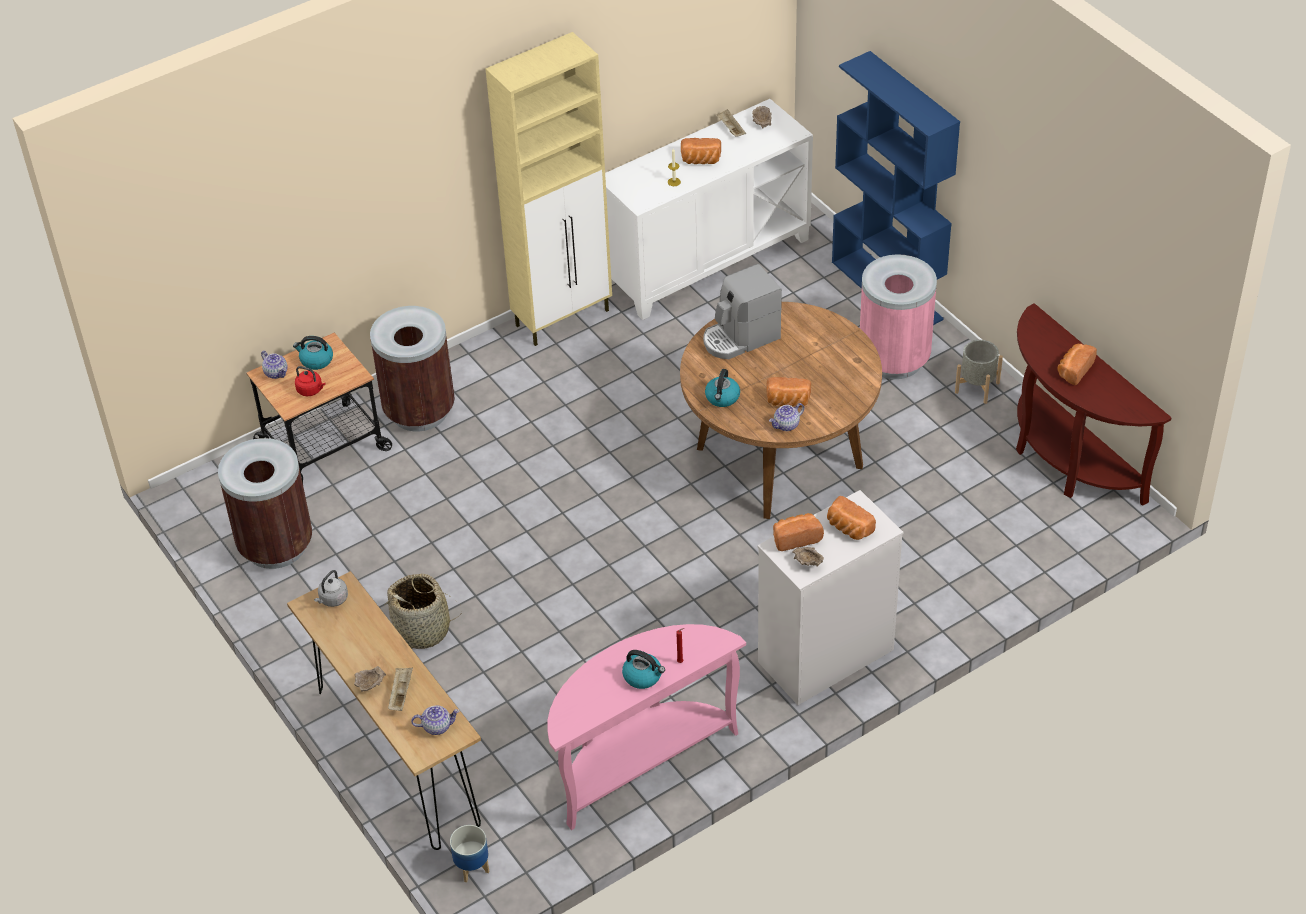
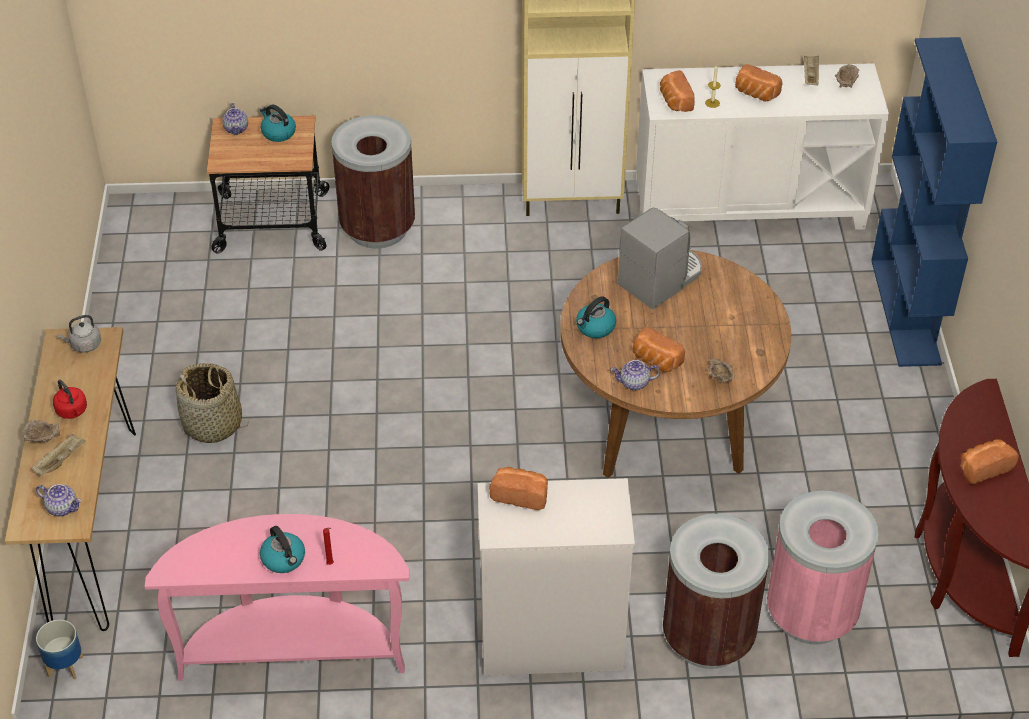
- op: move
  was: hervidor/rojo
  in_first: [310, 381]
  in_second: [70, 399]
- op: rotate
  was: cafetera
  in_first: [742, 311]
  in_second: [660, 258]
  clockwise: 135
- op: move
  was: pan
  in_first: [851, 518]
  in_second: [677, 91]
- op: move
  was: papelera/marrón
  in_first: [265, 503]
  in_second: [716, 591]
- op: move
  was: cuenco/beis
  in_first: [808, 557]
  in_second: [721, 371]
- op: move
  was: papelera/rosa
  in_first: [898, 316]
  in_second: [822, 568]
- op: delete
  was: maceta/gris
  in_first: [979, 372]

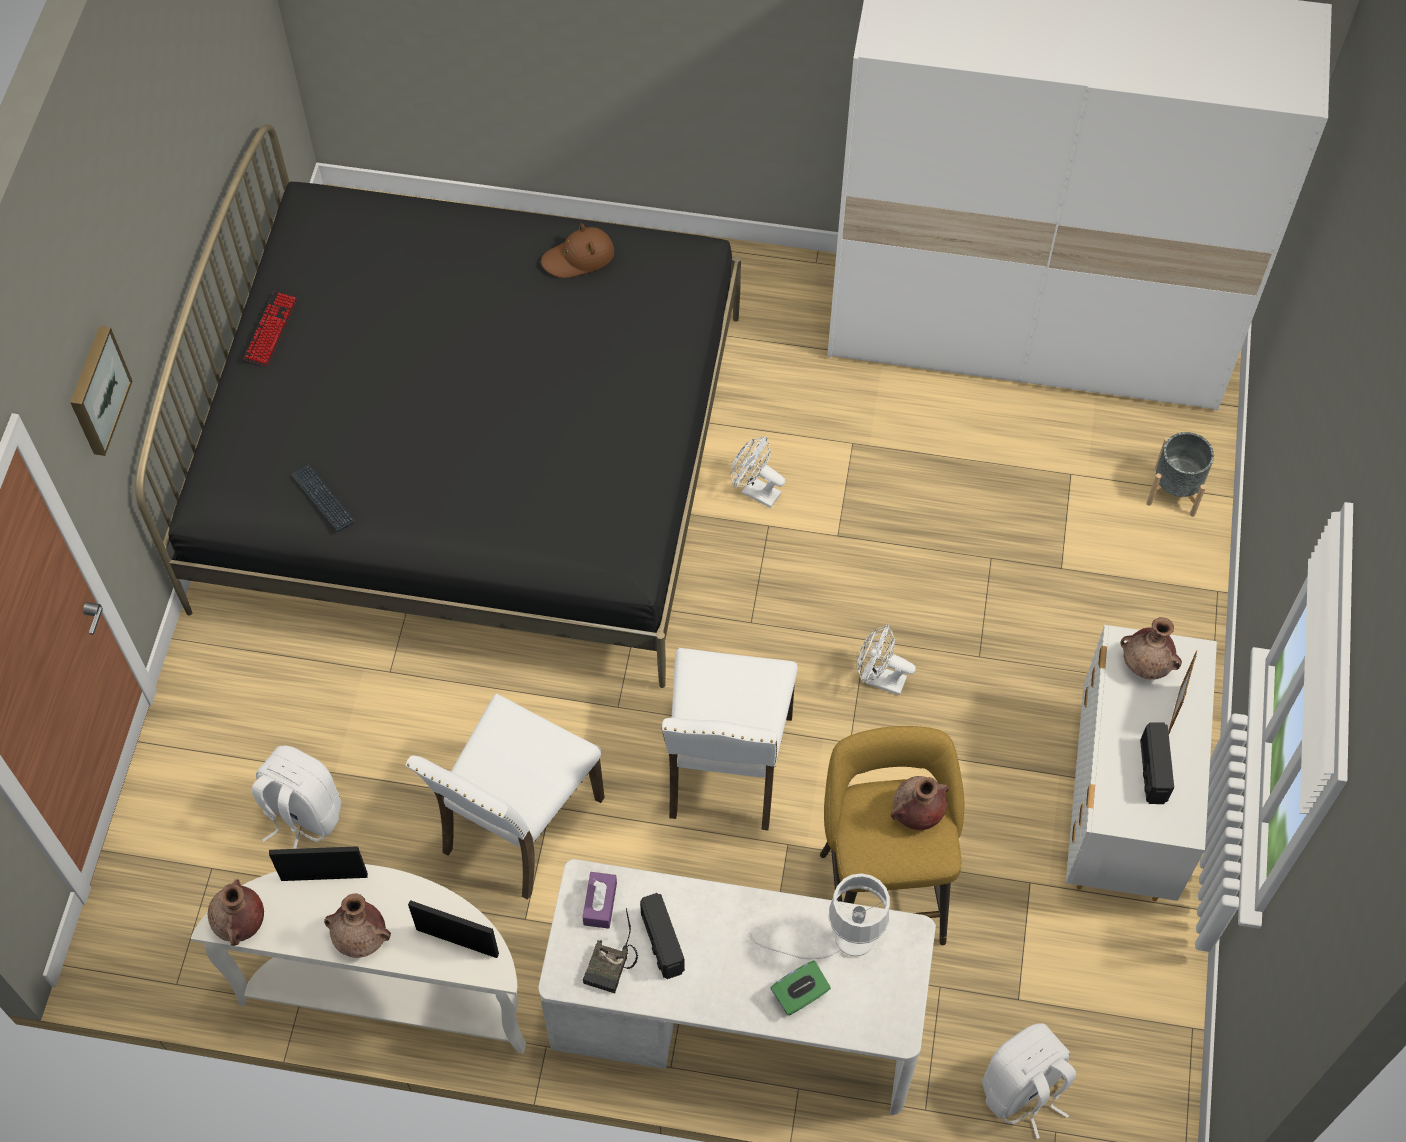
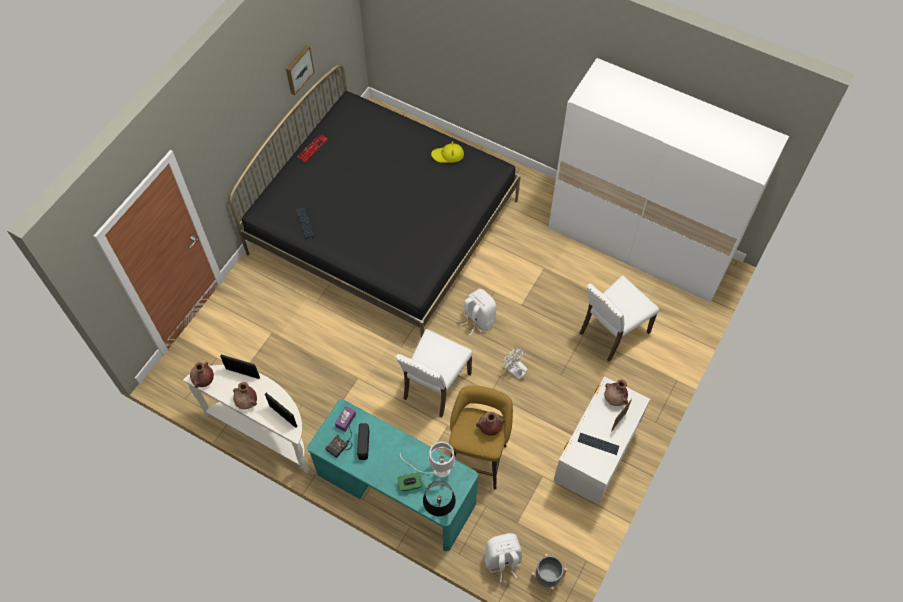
- op: move
  was: cuadro
  in_first: [101, 391]
  in_second: [300, 70]
- op: recolor
  was: escritorio/blanco
  now: escritorio/turquesa
  in_first: [737, 987]
  in_second: [392, 475]
- op: insert
  now: lámpara de mesa/negro
  in_second: [439, 498]
- op: recolor
  was: sombrero/marrón
  now: sombrero/amarillo
  in_first: [577, 250]
  in_second: [447, 152]
- op: move
  was: mochila/blanco
  in_first: [296, 797]
  in_second: [478, 312]
- op: move
  was: maceta/gris
  in_first: [1180, 474]
  in_second: [548, 575]
- op: replace
  was: radio
  now: teclado
  in_first: [1157, 763]
  in_second: [598, 443]
- op: move
  was: silla/blanco
  in_first: [505, 796]
  in_second: [619, 318]
- op: delete
  was: ventilador/blanco
  in_first: [757, 472]

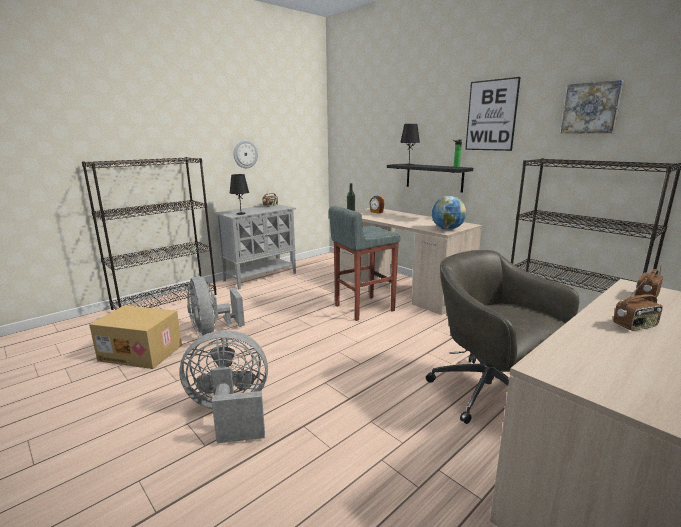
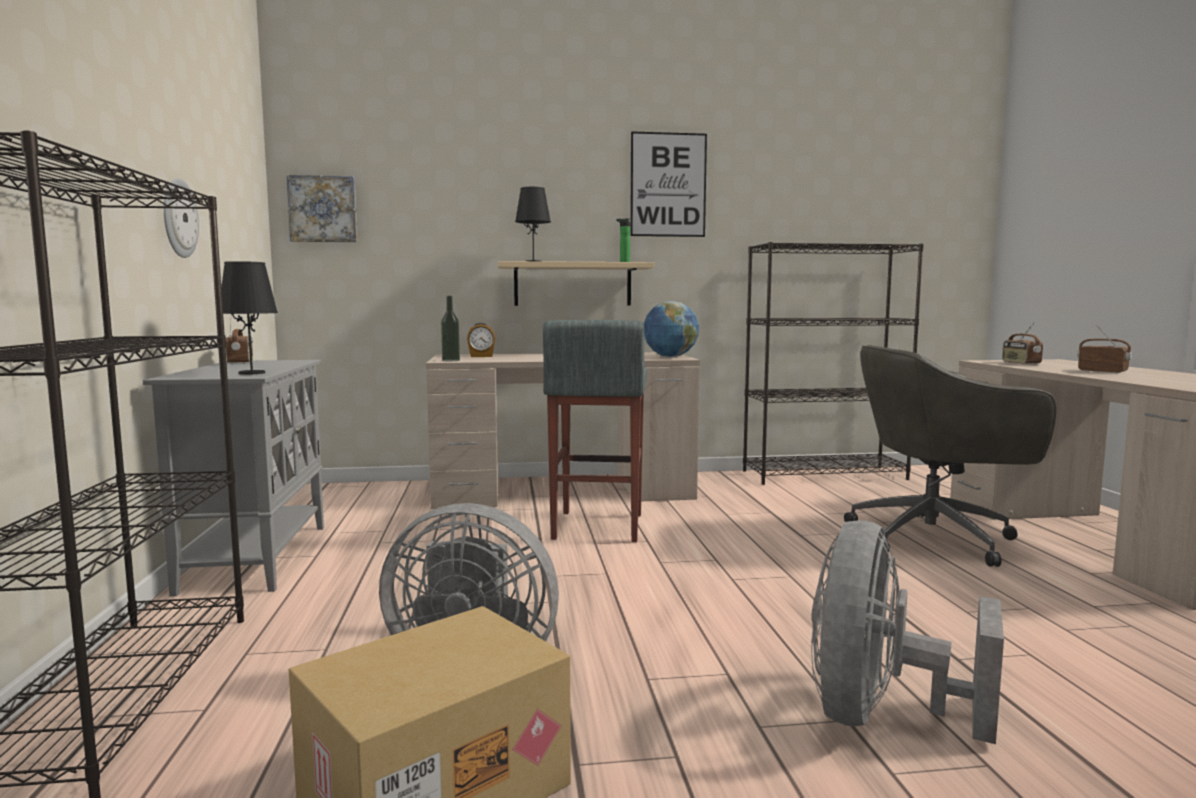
- op: move
  was: cuadro
  in_first: [592, 107]
  in_second: [322, 208]
- op: recolor
  was: estante/negro
  now: estante/beis
  in_first: [430, 178]
  in_second: [576, 283]
- op: rotate
  was: radio
  in_first: [638, 306]
  in_second: [1104, 349]
  clockwise: -60

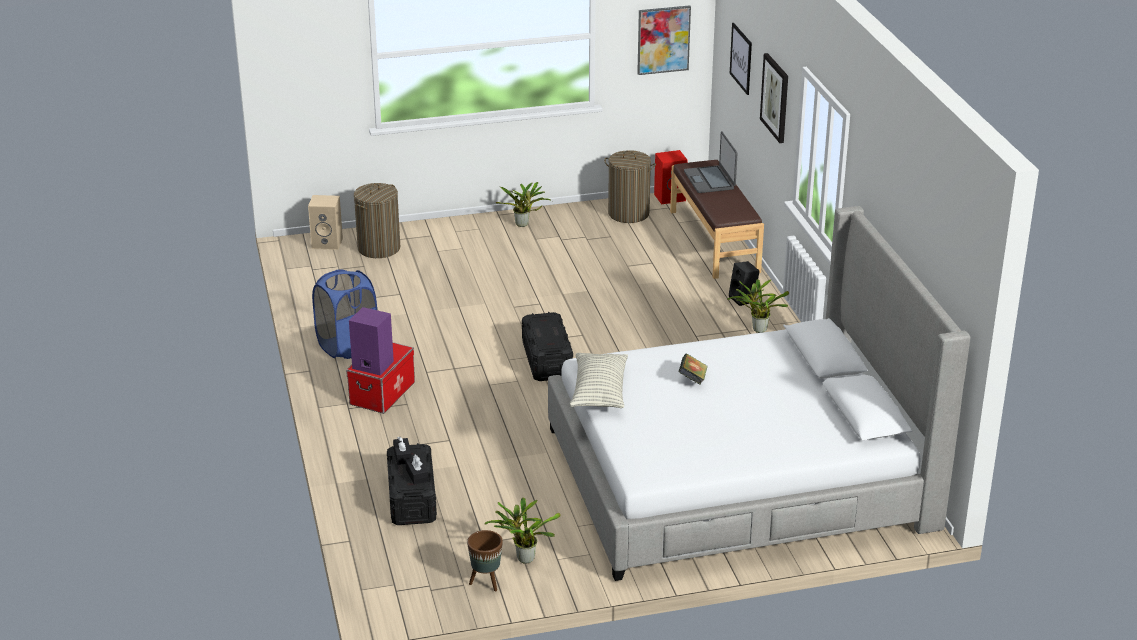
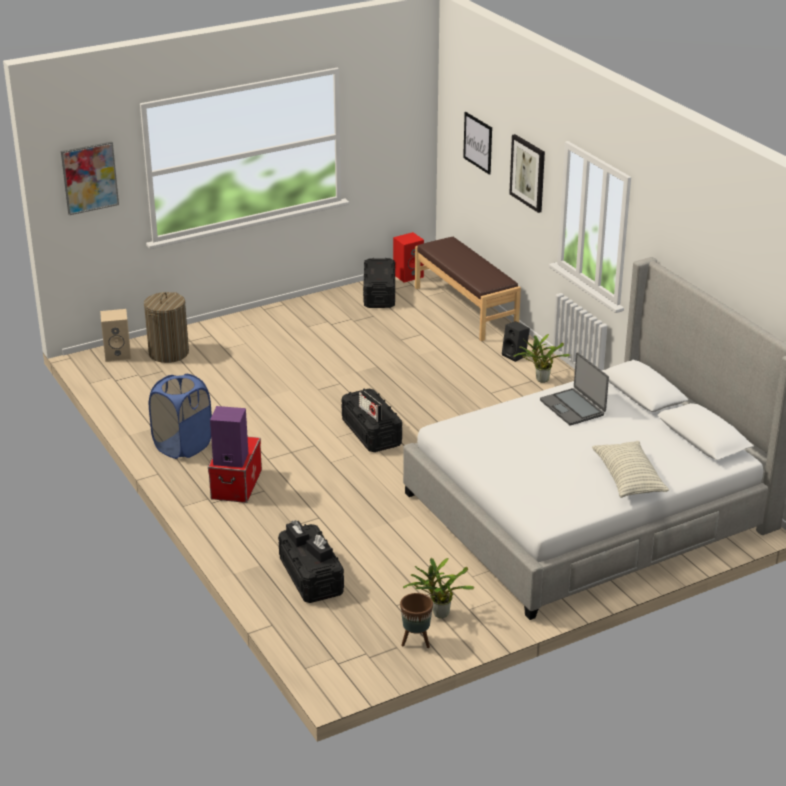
- op: move
  was: cuadro
  in_first: [664, 40]
  in_second: [90, 178]
- op: insert
  now: radio
  in_second: [370, 406]
- op: replace
  was: cesto de la ropa
  now: caja de almacenaje/negro
  in_first: [630, 186]
  in_second: [379, 283]
- op: move
  was: portátil
  in_first: [711, 162]
  in_second: [574, 389]
- op: move
  was: cojín
  in_first: [599, 380]
  in_second: [630, 469]
- op: delete
  was: planta en maceta
  in_first: [524, 204]
- op: delete
  was: libro
  in_first: [693, 369]

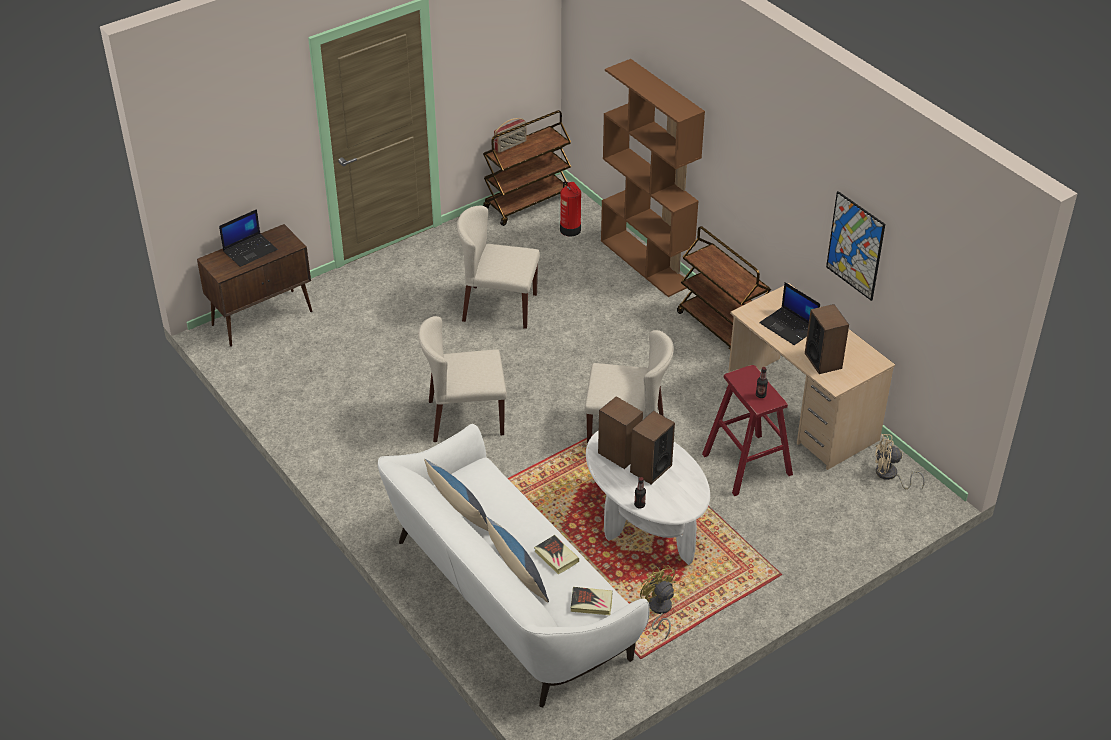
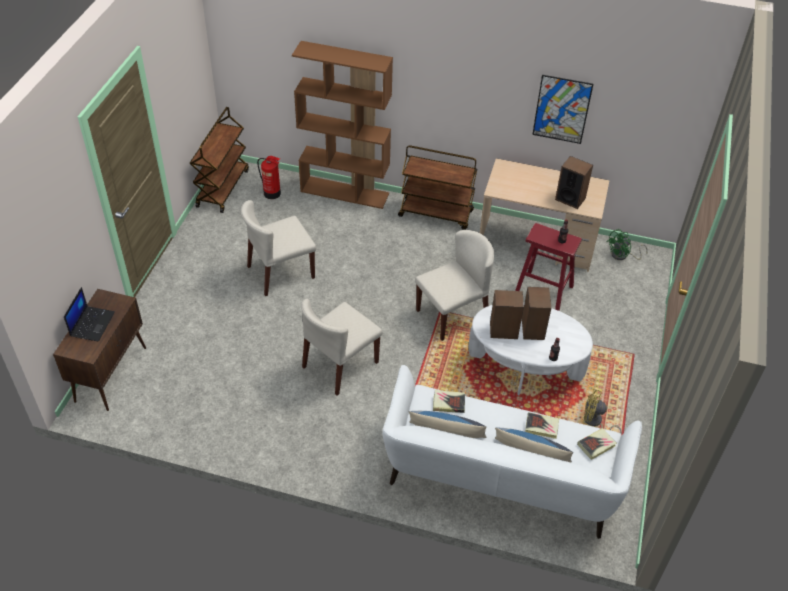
- op: insert
  now: libro
  in_second: [449, 401]
- op: recolor
  was: ventilador/beis
  now: ventilador/verde
  in_first: [900, 461]
  in_second: [627, 244]
- op: delete
  was: radio
  in_first: [510, 135]
- op: delete
  was: portátil
  in_first: [789, 313]

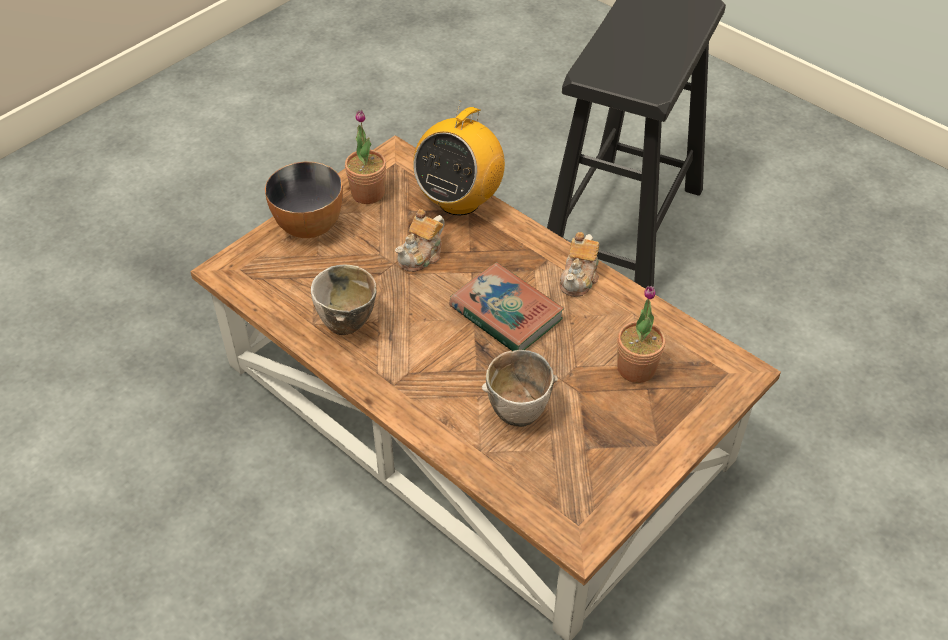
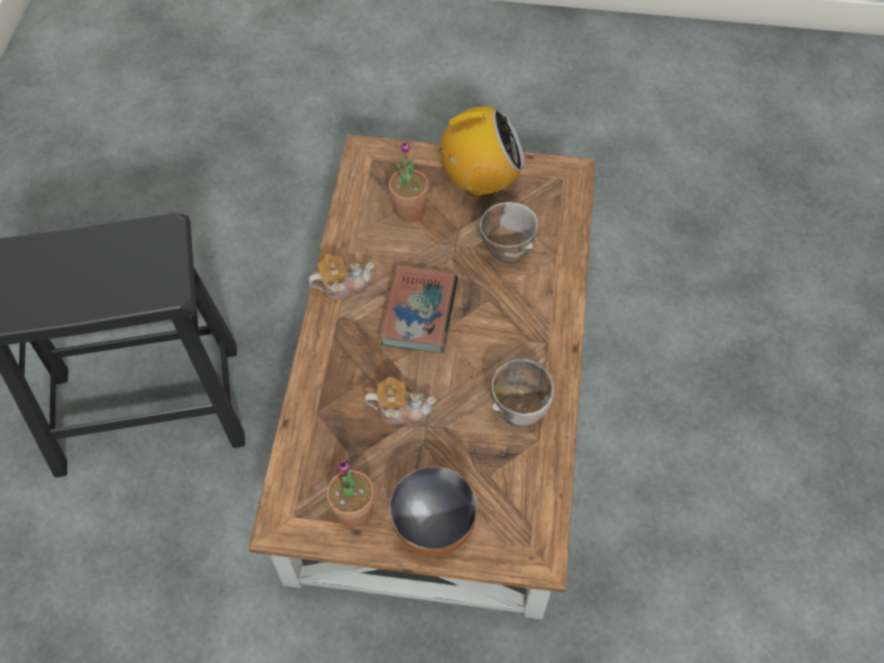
- op: move
  was: radio
  in_first: [459, 158]
  in_second: [482, 152]

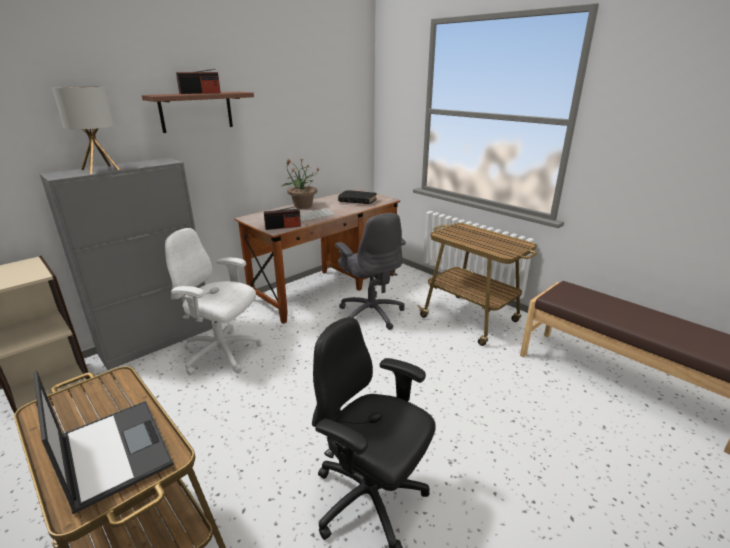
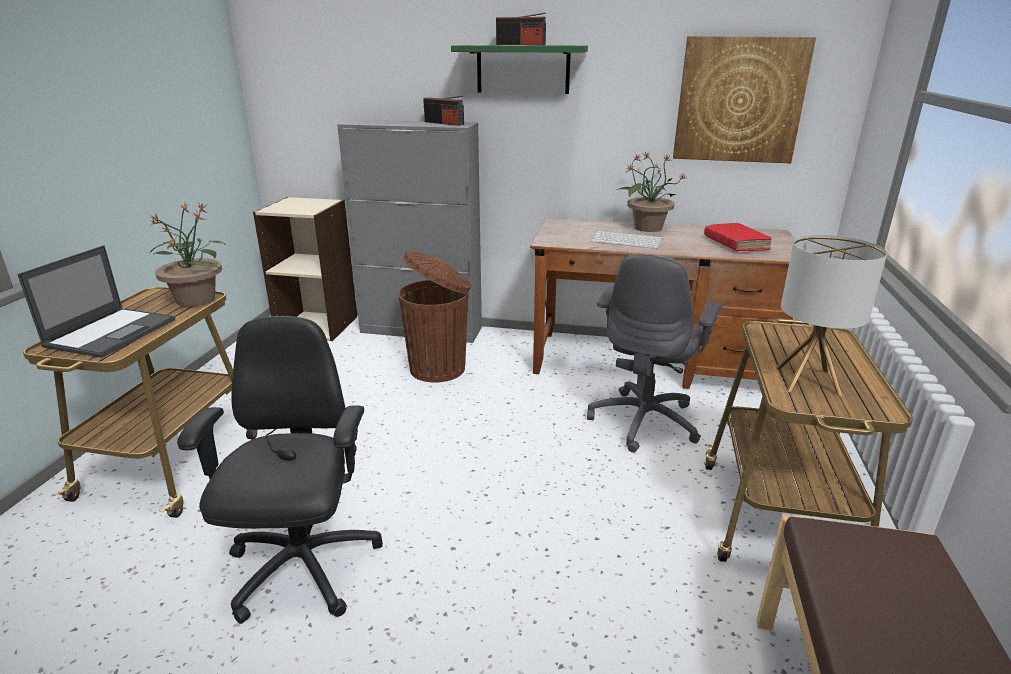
- op: insert
  now: planta en maceta
  in_second: [188, 255]
- op: replace
  was: silla de oficina/blanco
  now: papelera/marrón
  in_first: [213, 301]
  in_second: [435, 317]
- op: move
  was: radio
  in_first: [282, 218]
  in_second: [443, 111]
- op: recolor
  was: estante/marrón
  now: estante/verde
  in_first: [198, 112]
  in_second: [519, 69]
- op: insert
  now: cuadro
  in_second: [744, 99]
- op: recolor
  was: libro/negro
  now: libro/rojo
  in_first: [357, 197]
  in_second: [738, 237]
- op: move
  was: lámpara de mesa
  in_first: [86, 130]
  in_second: [831, 315]

